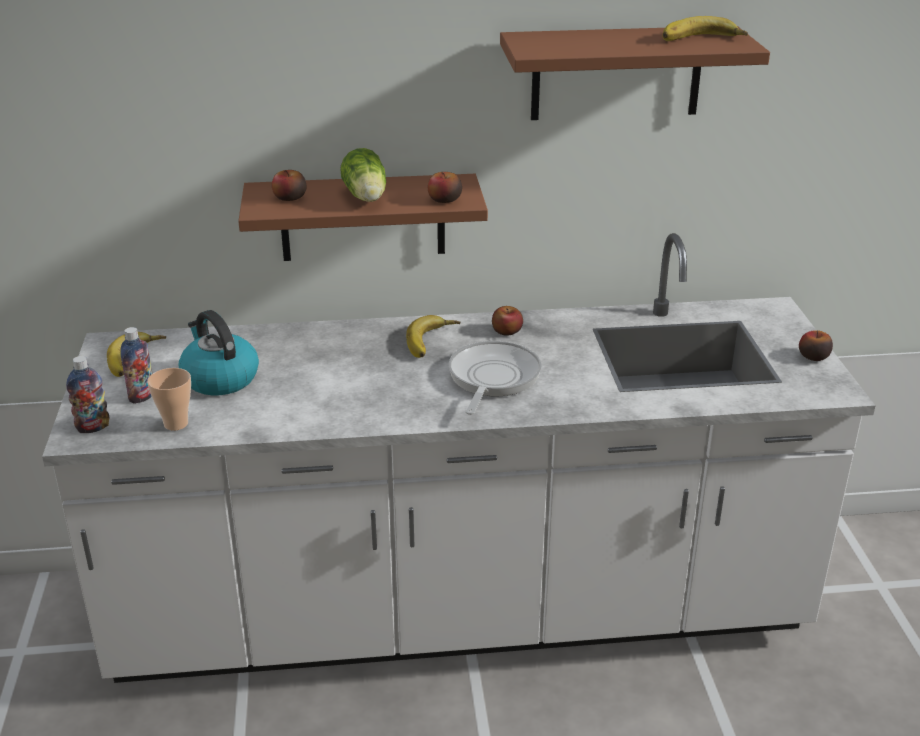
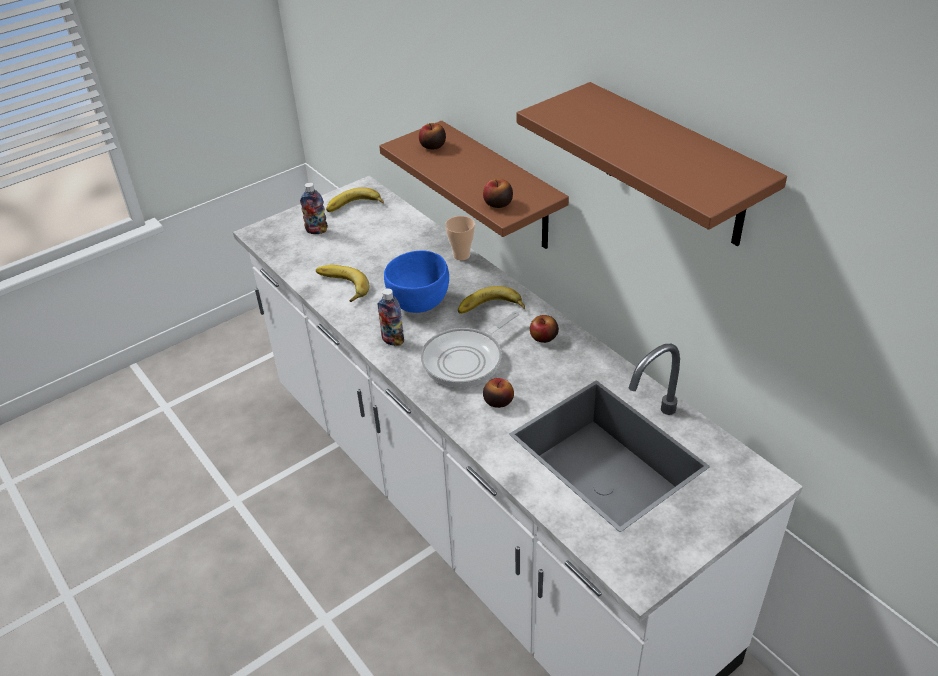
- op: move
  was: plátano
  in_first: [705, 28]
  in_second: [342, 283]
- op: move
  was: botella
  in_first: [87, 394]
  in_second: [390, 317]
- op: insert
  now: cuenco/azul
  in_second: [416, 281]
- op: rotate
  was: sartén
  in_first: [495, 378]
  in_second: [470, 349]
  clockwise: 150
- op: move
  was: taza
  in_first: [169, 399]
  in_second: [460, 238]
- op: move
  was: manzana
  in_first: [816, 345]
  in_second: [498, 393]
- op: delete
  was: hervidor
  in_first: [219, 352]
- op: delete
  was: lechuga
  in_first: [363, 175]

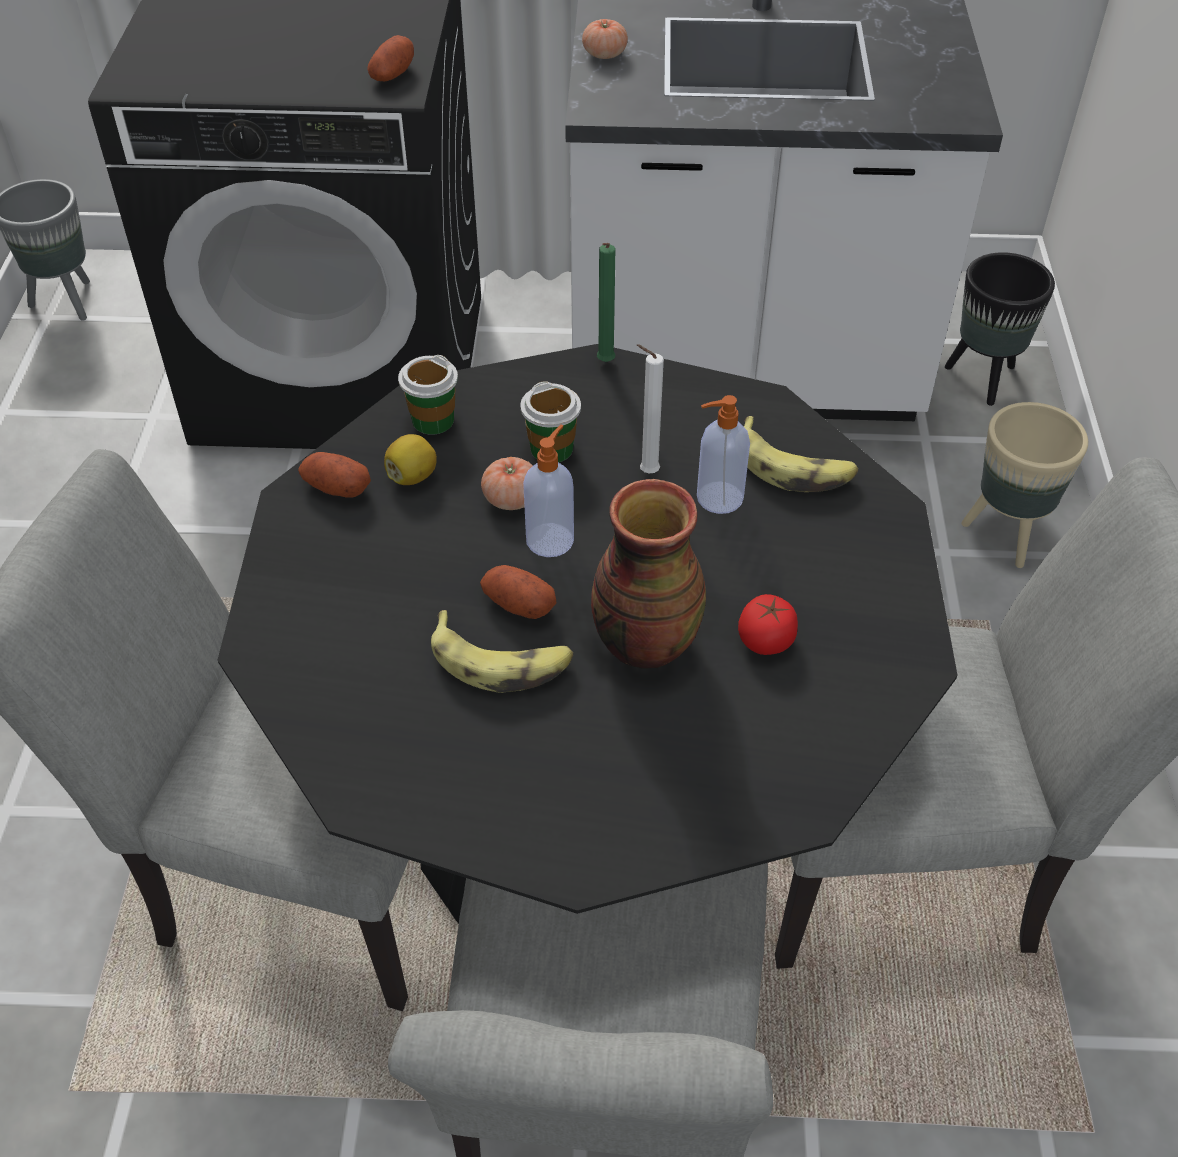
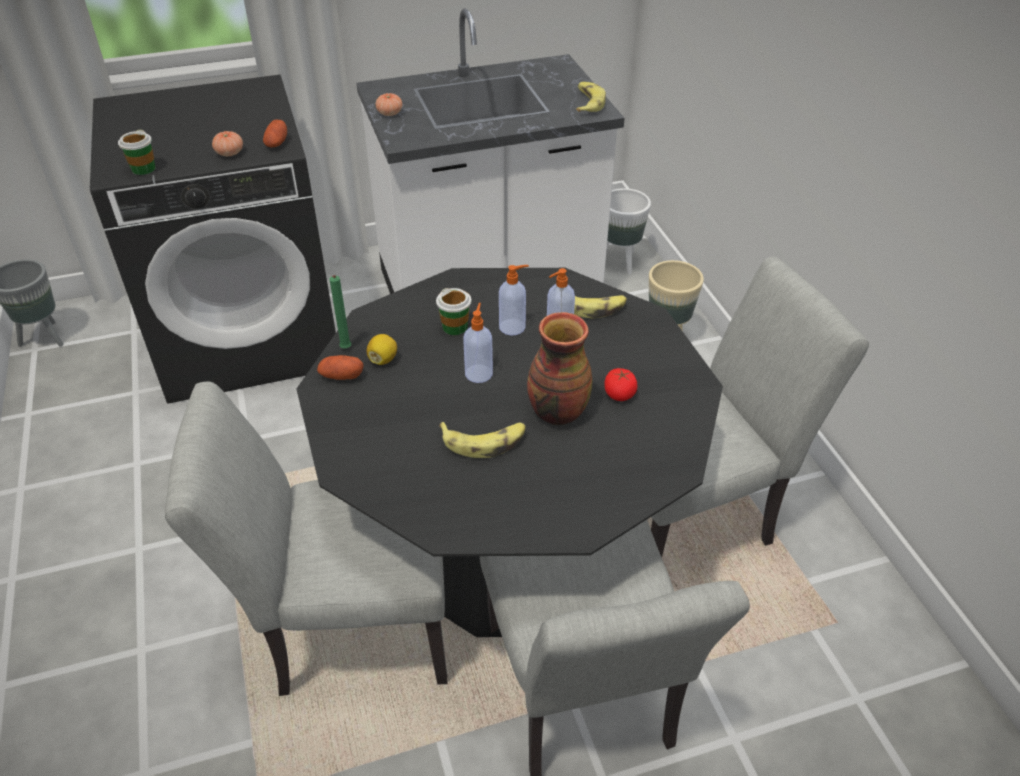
- op: move
  was: taza
  in_first: [428, 395]
  in_second: [136, 152]
- op: move
  was: tomate
  in_first: [507, 483]
  in_second: [227, 143]
- op: move
  was: vela/verde
  in_first: [606, 302]
  in_second: [340, 312]
- op: replace
  was: vela/blanco
  now: dispensador de jabón
  in_first: [650, 409]
  in_second: [514, 300]
- op: insert
  now: plátano
  in_second: [591, 97]
- op: recolor
  was: maceta/negro
  now: maceta/blanco
  in_first: [1000, 329]
  in_second: [629, 231]
- op: delete
  was: patata
  in_first: [518, 592]

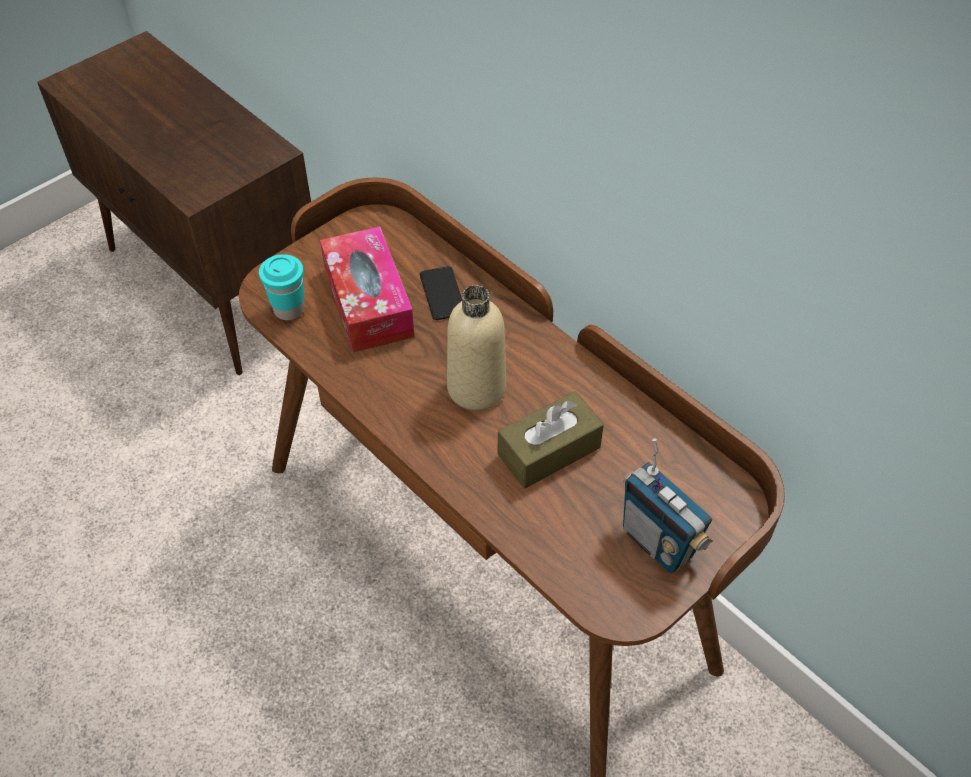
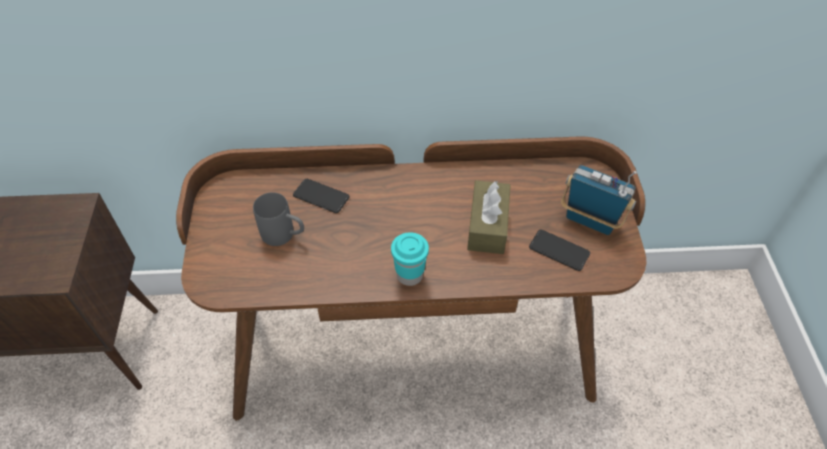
- op: replace
  was: caja de pañuelos
  now: taza grande/gris
  in_first: [367, 289]
  in_second: [278, 219]
- op: move
  was: taza/turquesa
  in_first: [282, 287]
  in_second: [410, 259]
- op: insert
  now: móvil
  in_second: [559, 250]
- op: rotate
  was: radio
  in_first: [668, 506]
  in_second: [599, 200]
  clockwise: -150
- op: delete
  was: botella/beis
  in_first: [476, 347]

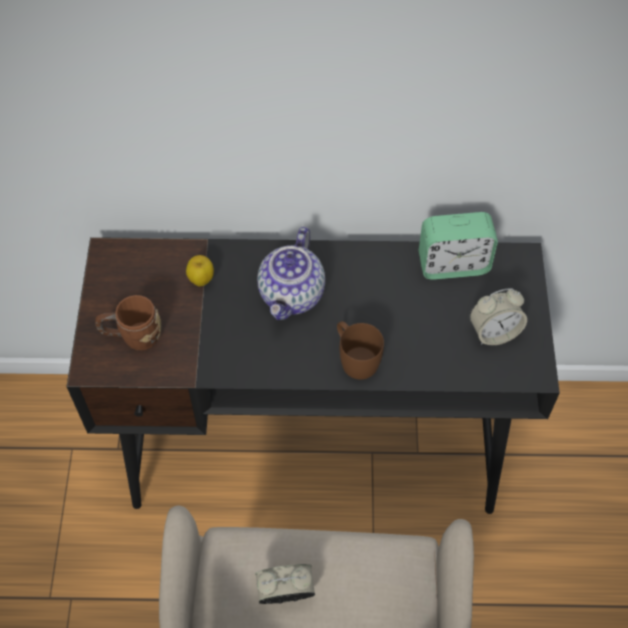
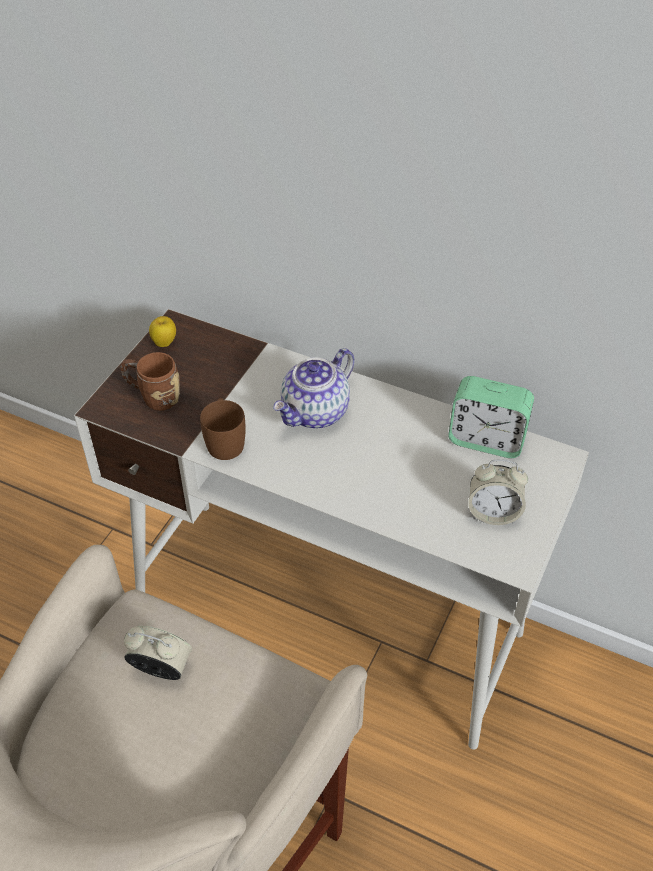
- op: recolor
  was: escritorio/negro
  now: escritorio/blanco
  in_first: [313, 375]
  in_second: [331, 529]
- op: move
  was: manzana
  in_first: [200, 270]
  in_second: [162, 331]
- op: move
  was: taza grande/marrón
  in_first: [360, 350]
  in_second: [223, 429]

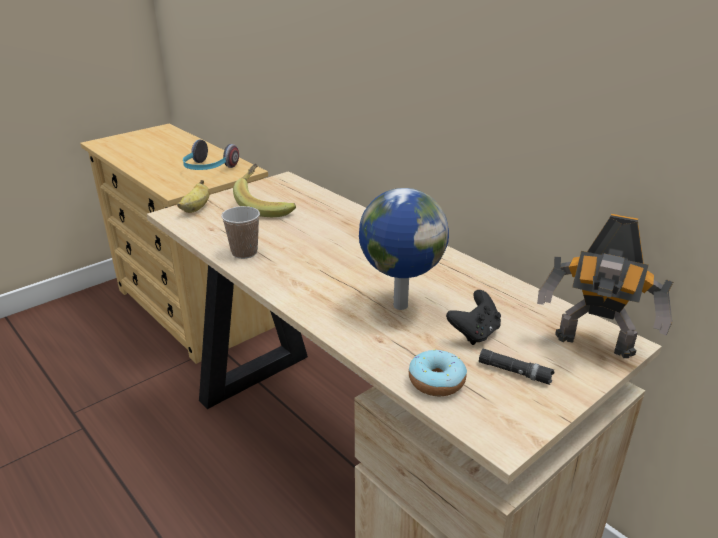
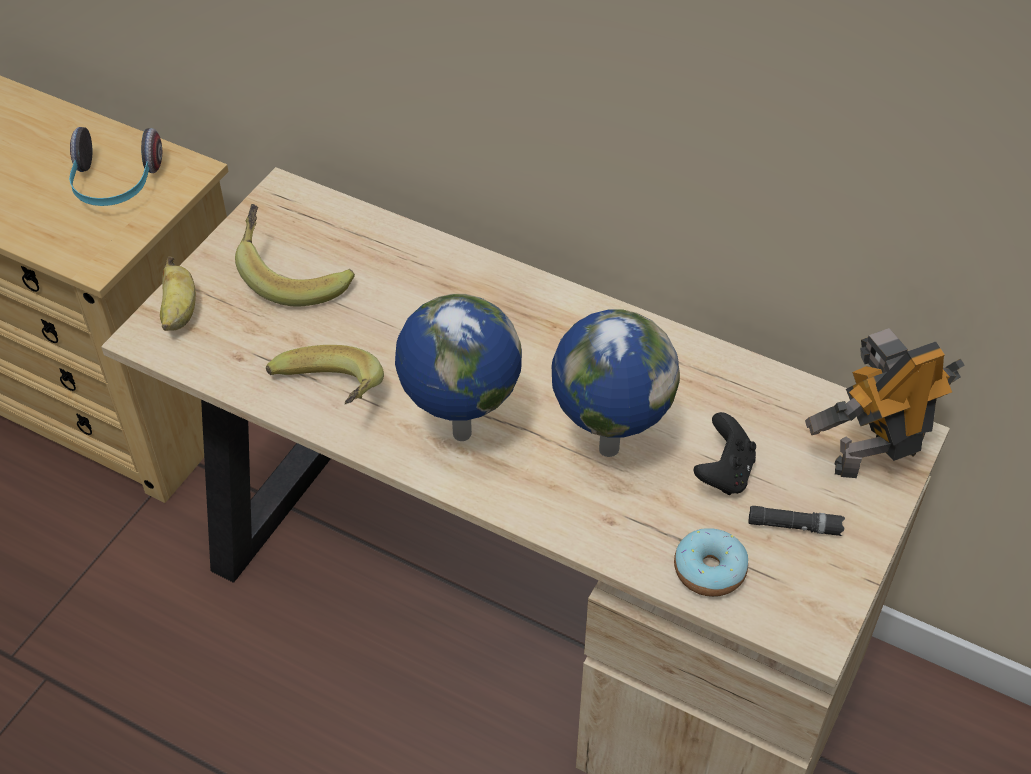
- op: replace
  was: taza
  now: plátano
  in_first: [240, 232]
  in_second: [325, 375]
- op: insert
  now: globo terráqueo
  in_second: [458, 367]
- op: rotate
  was: robot de juguete
  in_first: [605, 286]
  in_second: [885, 403]
  clockwise: 150

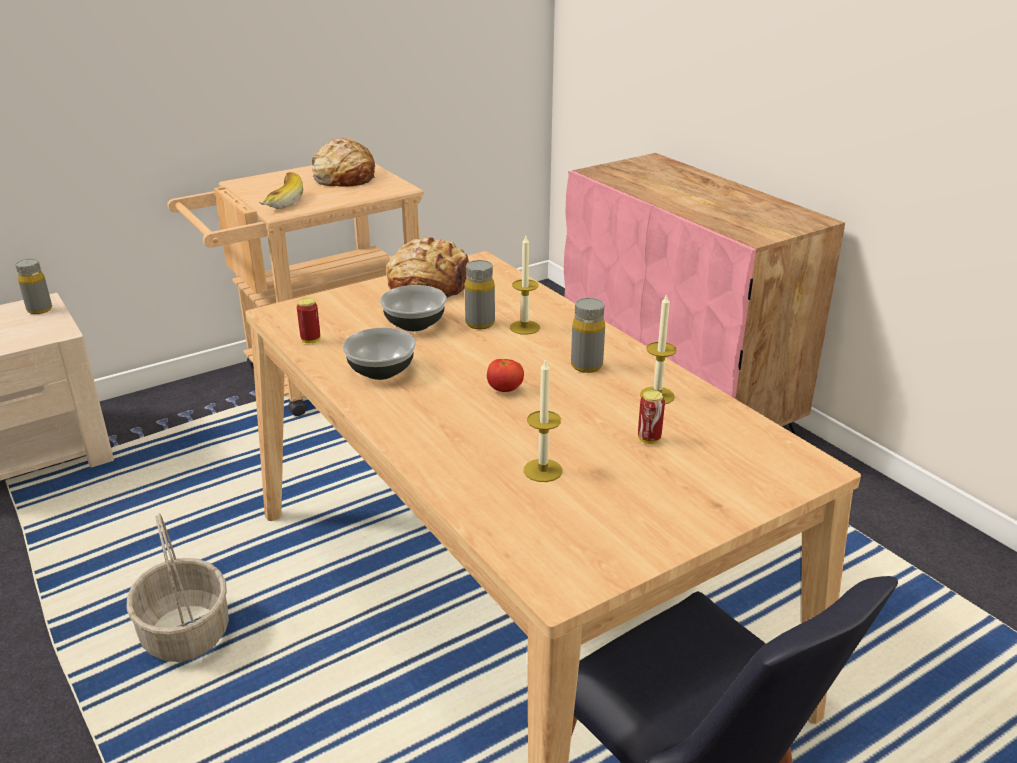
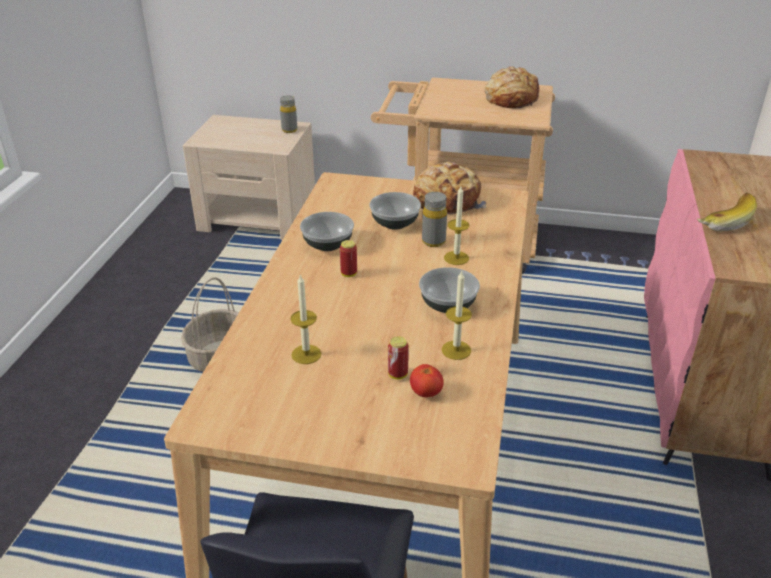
- op: move
  was: lata
  in_first: [308, 320]
  in_second: [348, 258]
- op: move
  was: tomate
  in_first: [505, 375]
  in_second: [427, 380]
- op: replace
  was: botella/gris
  now: cuenco
  in_first: [588, 335]
  in_second: [449, 290]
- op: move
  was: plátano
  in_first: [281, 190]
  in_second: [726, 212]

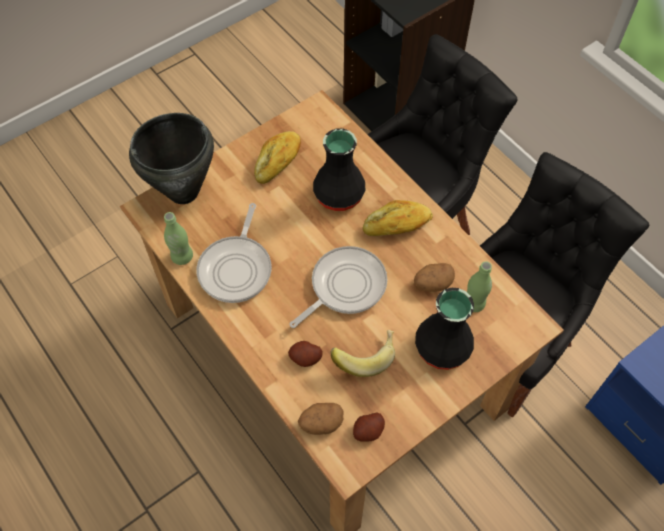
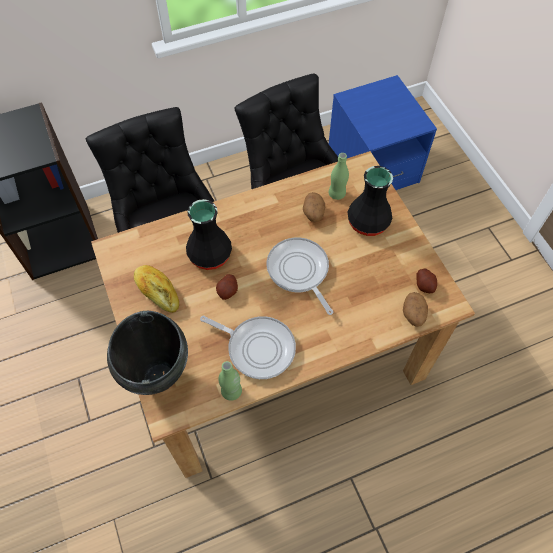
- op: move
  was: patata
  in_first: [305, 354]
  in_second: [227, 287]
- op: delete
  was: plátano
  in_first: [363, 353]
- op: delete
  was: pan
  in_first: [398, 218]

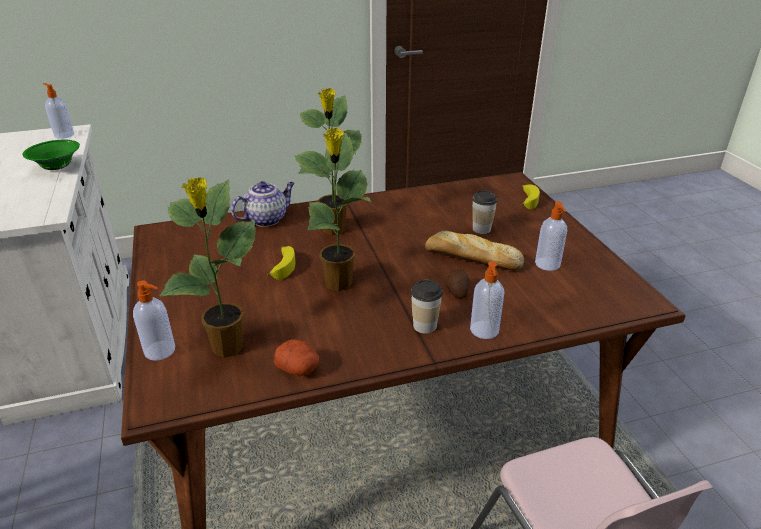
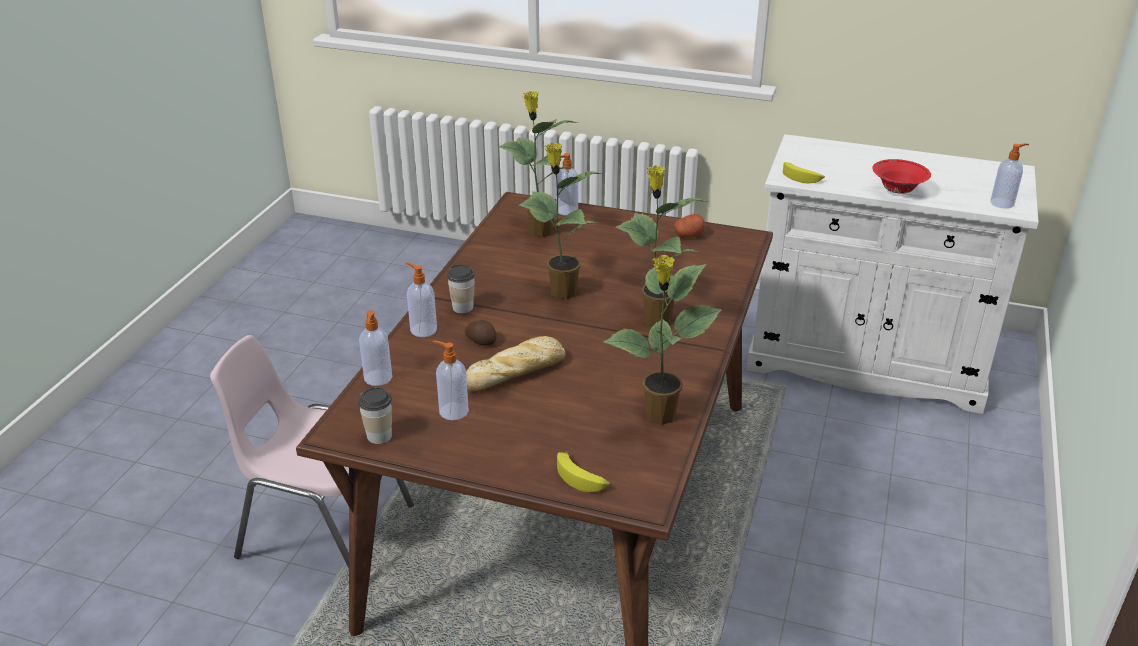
- op: move
  was: taza
  in_first: [485, 212]
  in_second: [375, 415]
- op: insert
  now: dispensador de jabón
  in_second: [375, 348]
- op: insert
  now: planta en maceta
  in_second: [663, 340]
- op: move
  was: patata
  in_first: [296, 357]
  in_second: [689, 226]
- op: move
  was: plátano
  in_first: [281, 263]
  in_second: [804, 172]
- op: recolor
  was: cuenco/verde
  now: cuenco/rojo
  in_first: [51, 155]
  in_second: [901, 176]
- op: delete
  was: tetera
  in_first: [263, 204]

